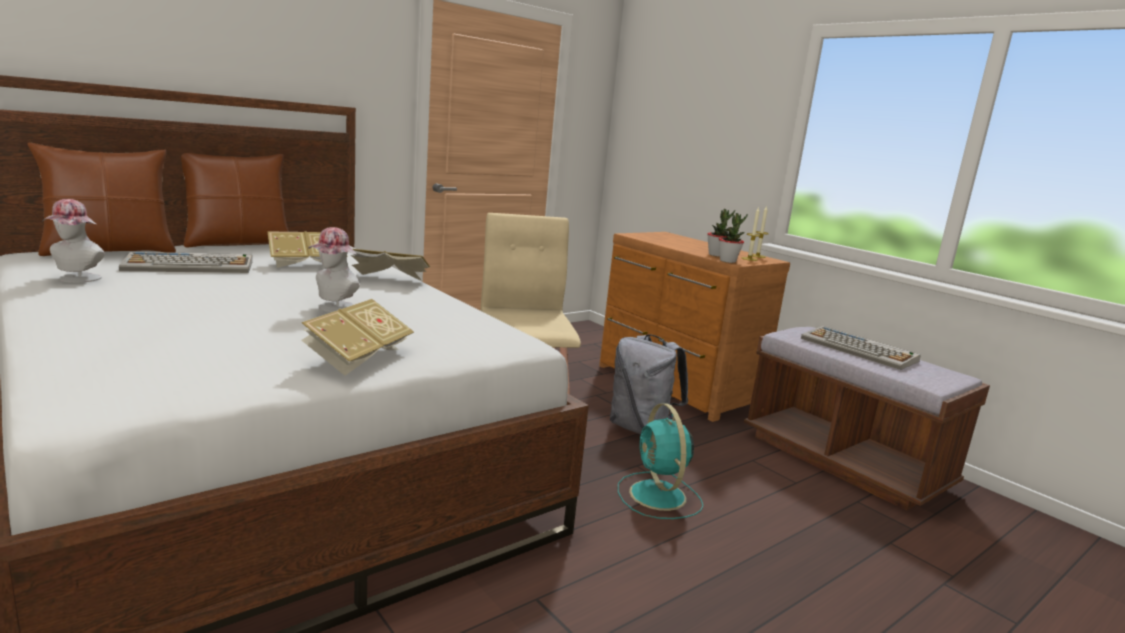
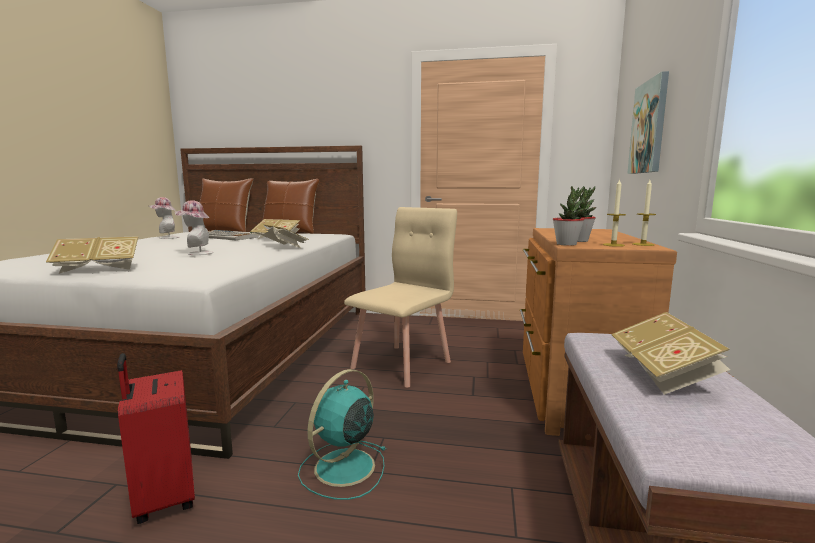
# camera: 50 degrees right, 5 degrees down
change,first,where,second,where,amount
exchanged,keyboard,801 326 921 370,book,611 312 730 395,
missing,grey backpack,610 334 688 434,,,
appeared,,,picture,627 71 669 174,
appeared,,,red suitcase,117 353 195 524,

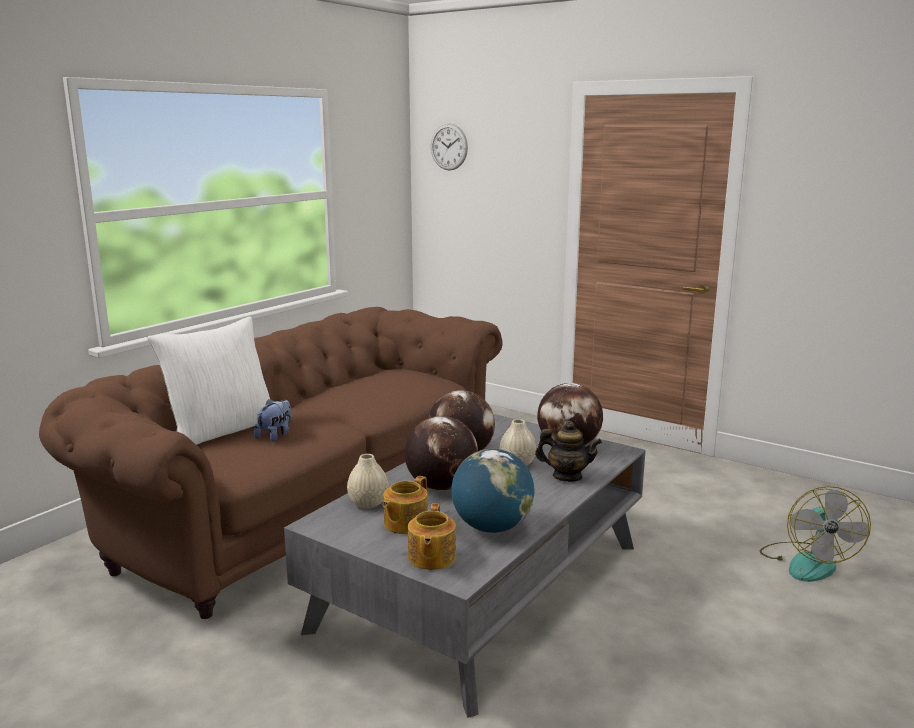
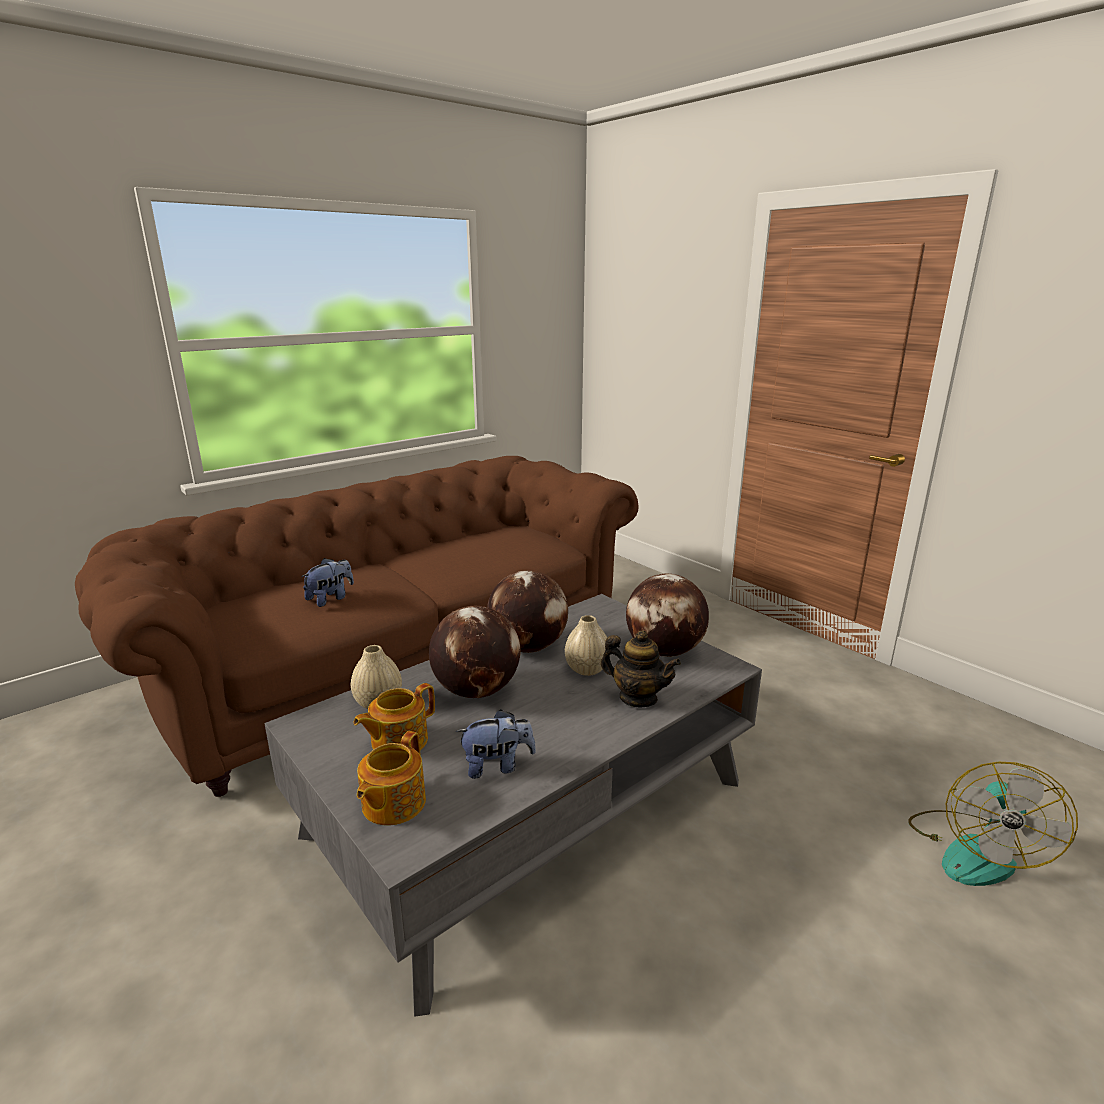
# camera: 15 degrees right, 5 degrees up
change,first,where,second,where,amount
missing,wall clock,431 124 468 170,,,
missing,white pillow,147 316 270 445,,,
exchanged,globe,451 449 534 533,plush toy,456 709 536 779,

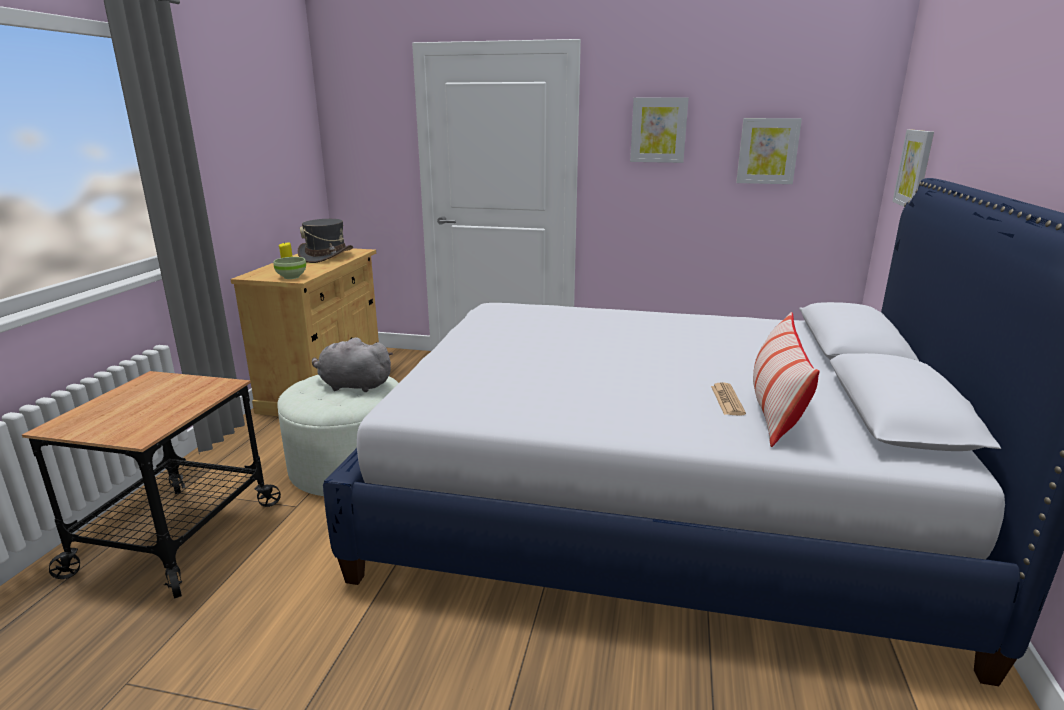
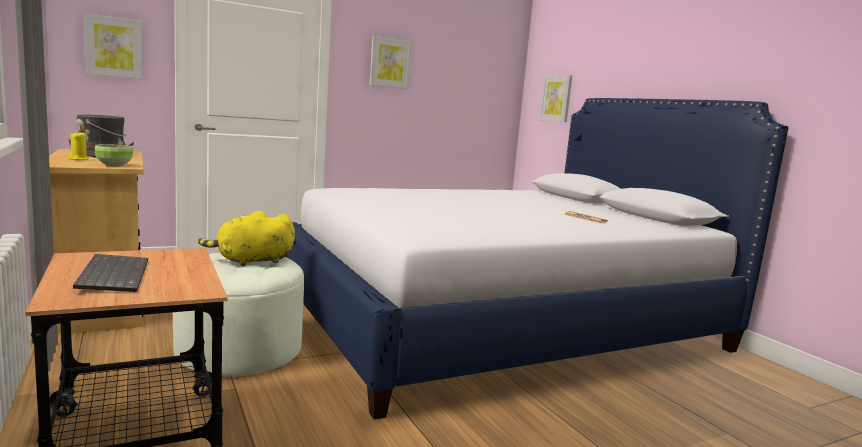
# camera: 40 degrees left, 10 degrees down
change,first,where,second,where,amount
relocated,picture,736 118 802 184,,83 13 143 80,
missing,pillow,753 312 820 447,,,
colour,grey plush toy,312 337 393 392,yellow plush toy,198 211 295 266,
appeared,,,keyboard,73 254 148 292,

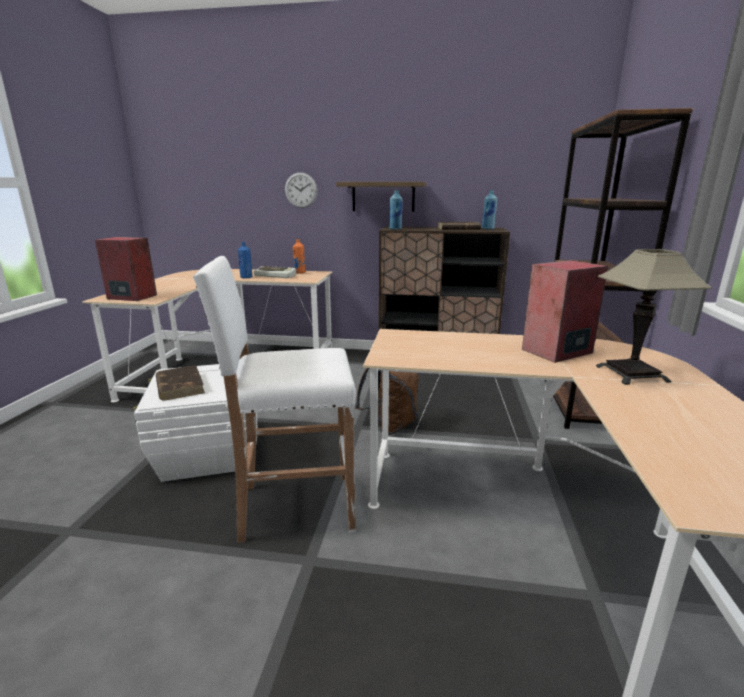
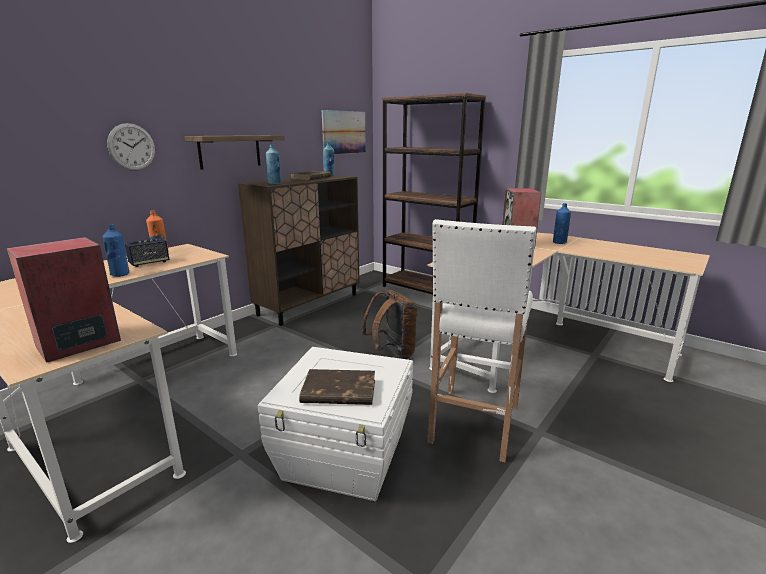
# camera: 60 degrees left, 0 degrees up
change,first,where,second,where,amount
exchanged,table lamp,596 249 712 385,blue bottle,553 203 571 244,
exchanged,keyboard,254 266 296 278,speaker,124 238 169 267,
appeared,,,picture,322 110 366 154,

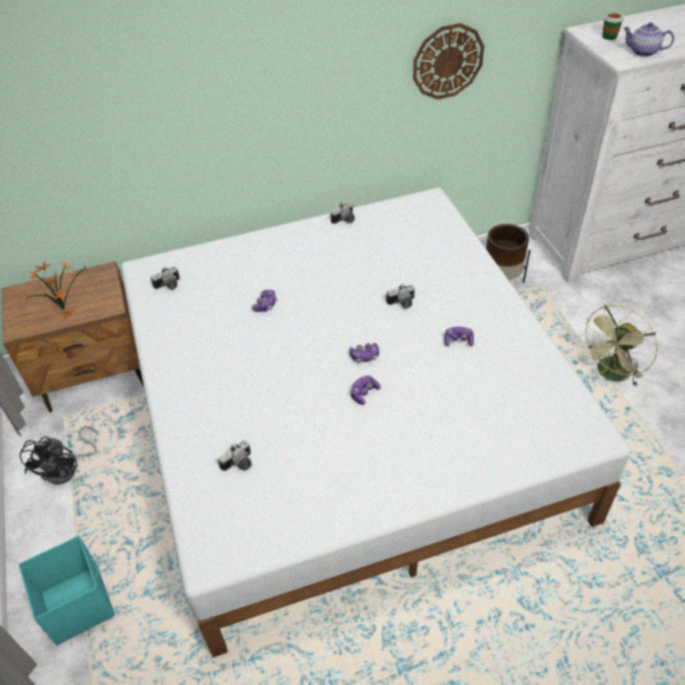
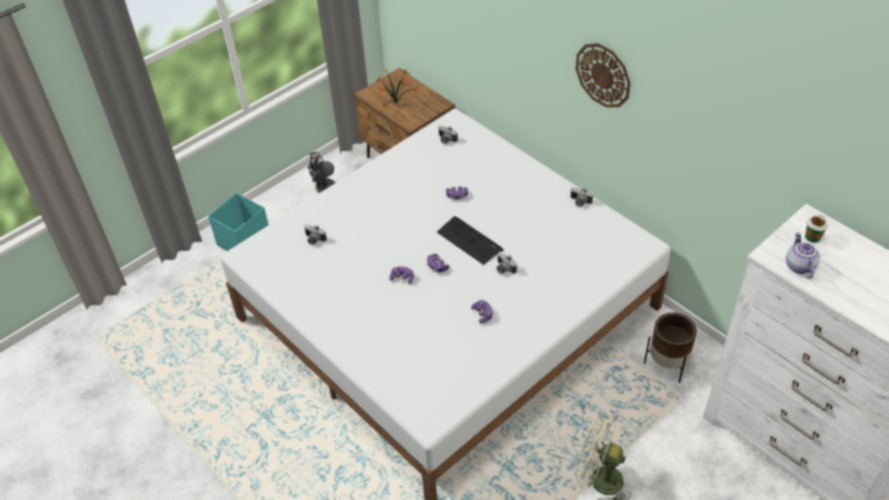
# camera: 65 degrees right, 0 degrees up
change,first,where,second,where,amount
relocated,wall clock,413 23 484 100,,576 43 631 107,
appeared,,,keyboard,437 216 504 265,

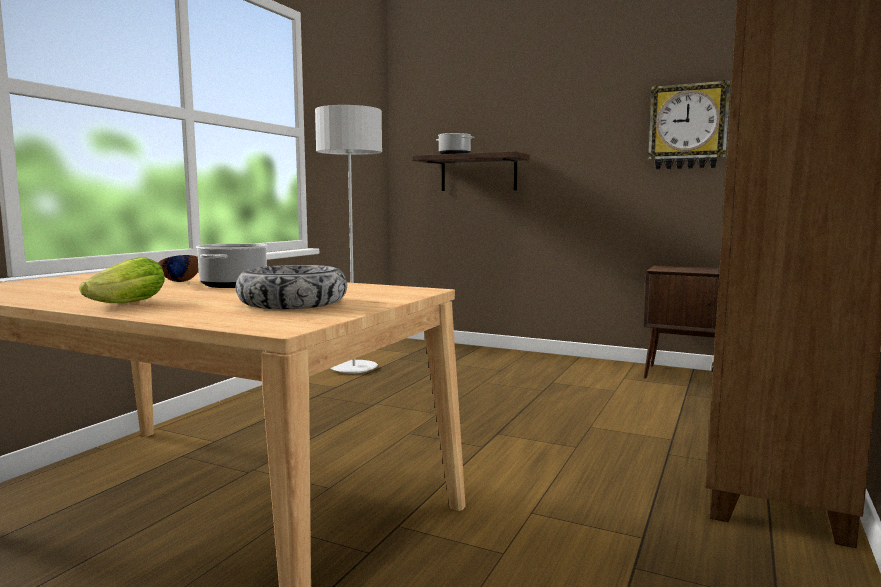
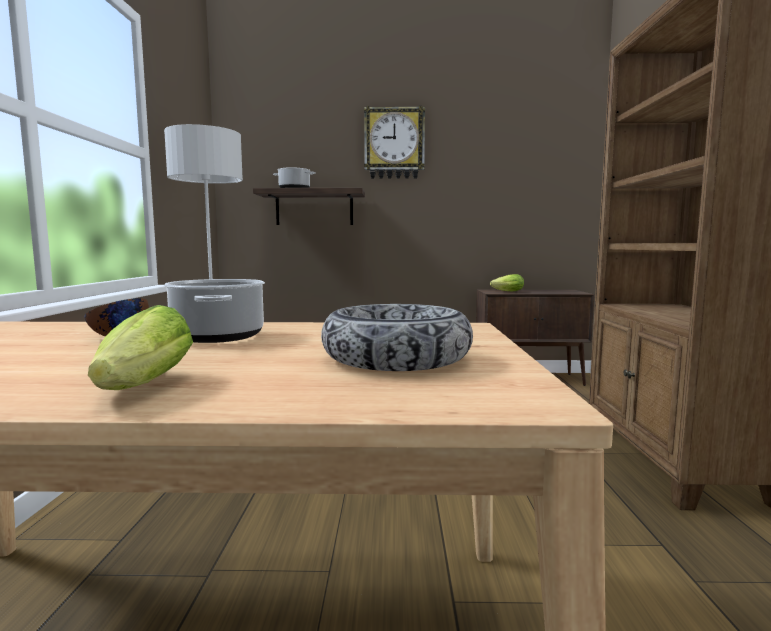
# camera: 25 degrees left, 0 degrees up
change,first,where,second,where,amount
relocated,wall clock,648 80 730 169,,364 106 425 179,
appeared,,,lettuce,490 274 524 291,

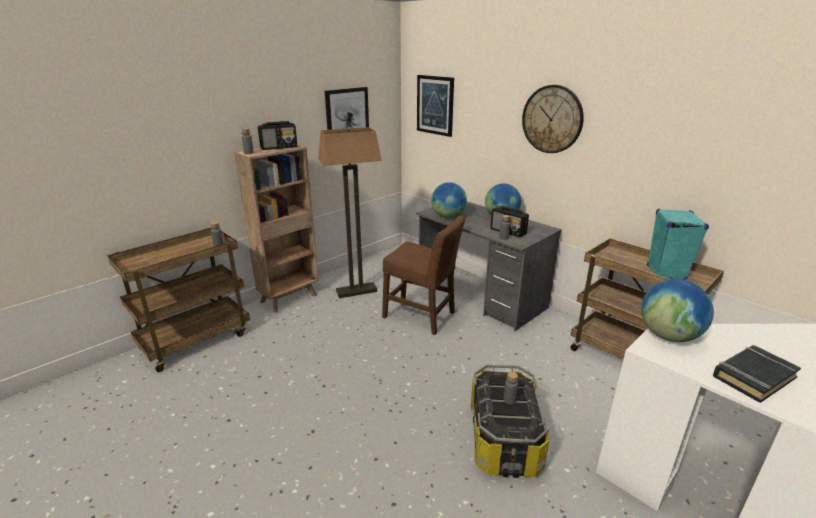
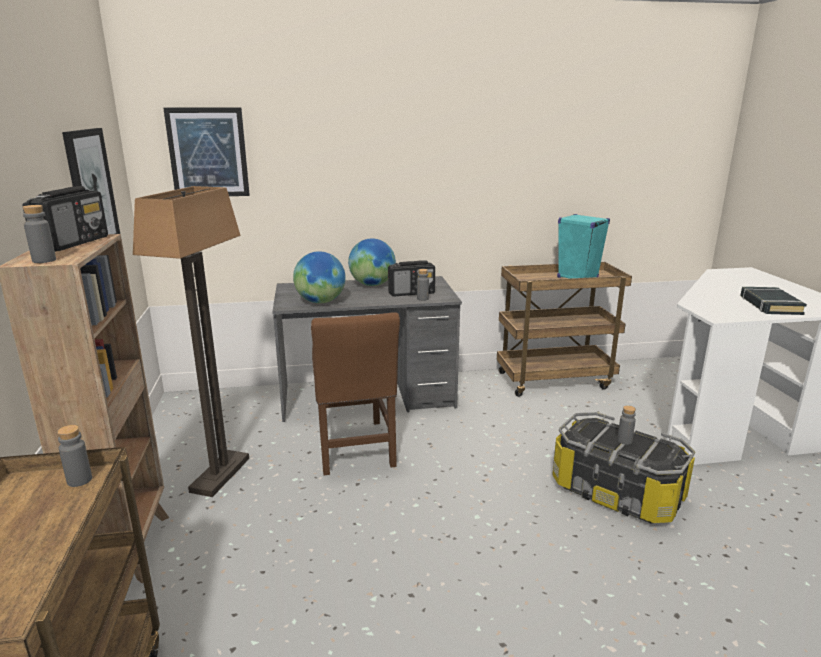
# camera: 55 degrees left, 5 degrees down
change,first,where,second,where,amount
missing,wall clock,522 85 584 153,,,
spun,brown chair,382 216 465 335,,311 312 400 475,105 degrees clockwise
missing,globe,641 279 714 342,,,

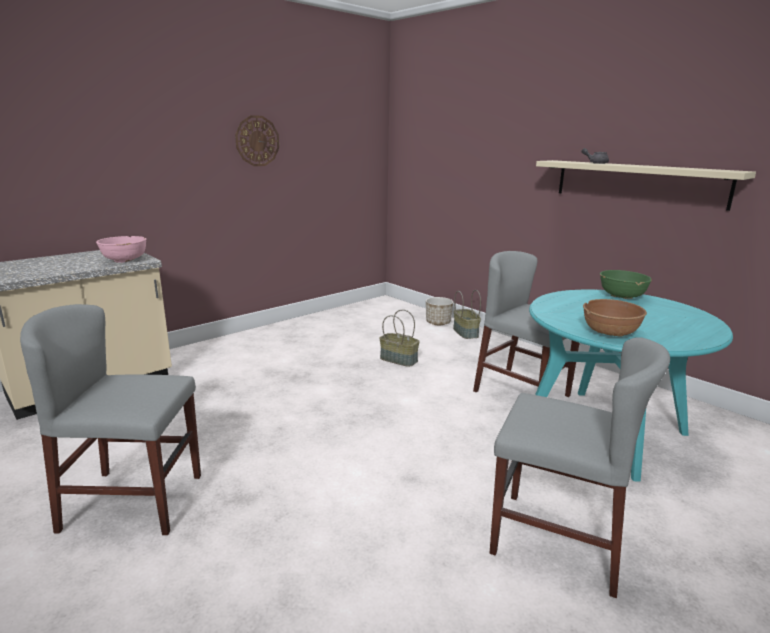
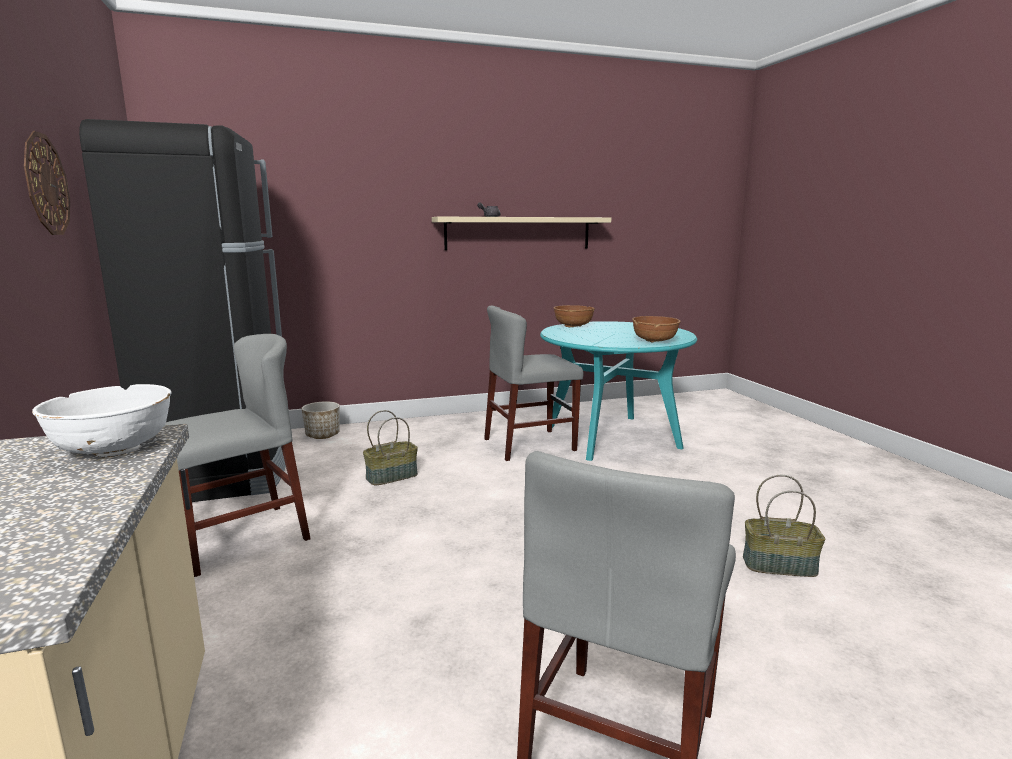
# camera: 65 degrees left, 5 degrees down
change,first,where,second,where,amount
colour,pink bowl,96 236 146 263,white bowl,32 384 172 457,
colour,green bowl,600 270 652 299,brown bowl,554 305 595 327,
relocated,basket,453 290 481 339,,743 475 825 577,
relocated,grey chair,490 337 670 598,,164 334 311 577,
appeared,,,black fridge,79 119 286 502,

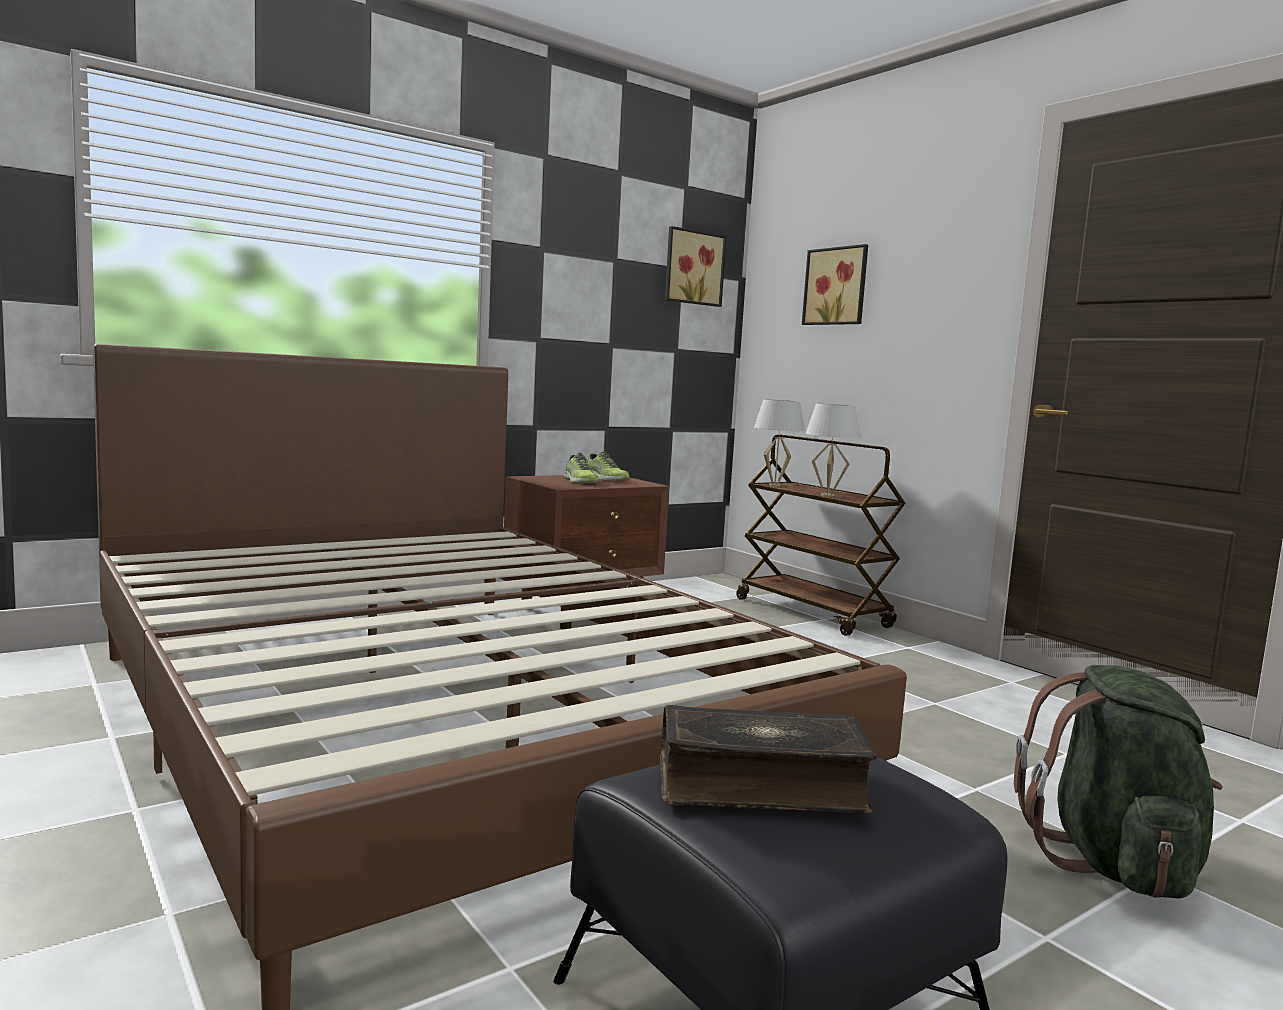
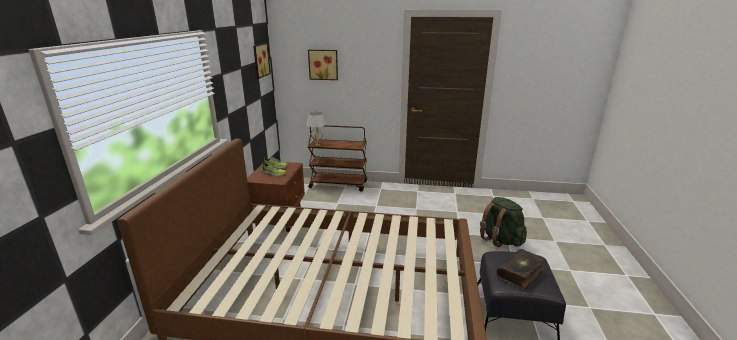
# camera: 45 degrees left, 15 degrees up
change,first,where,second,where,amount
missing,white table lamp,805 403 861 497,,,

